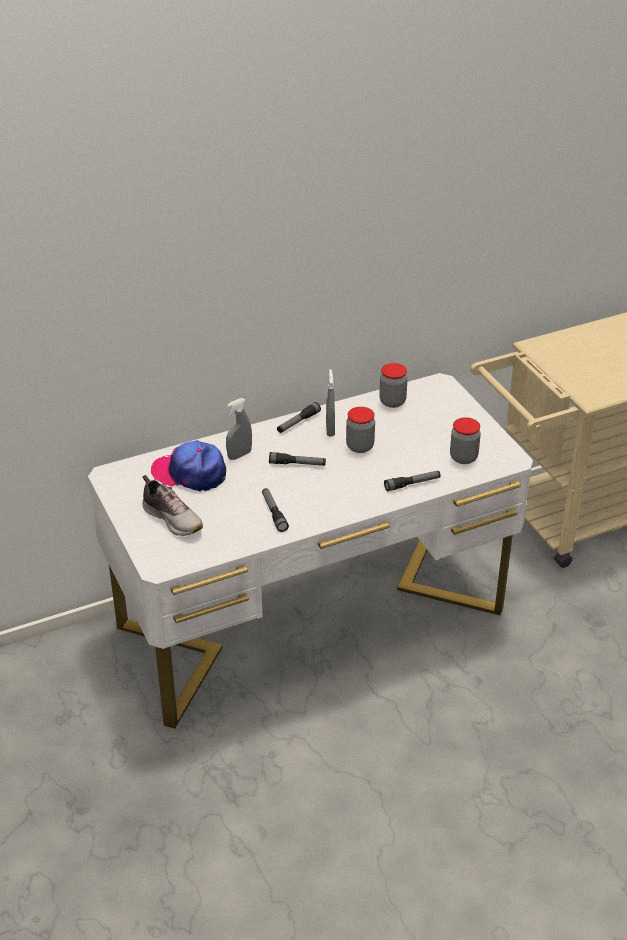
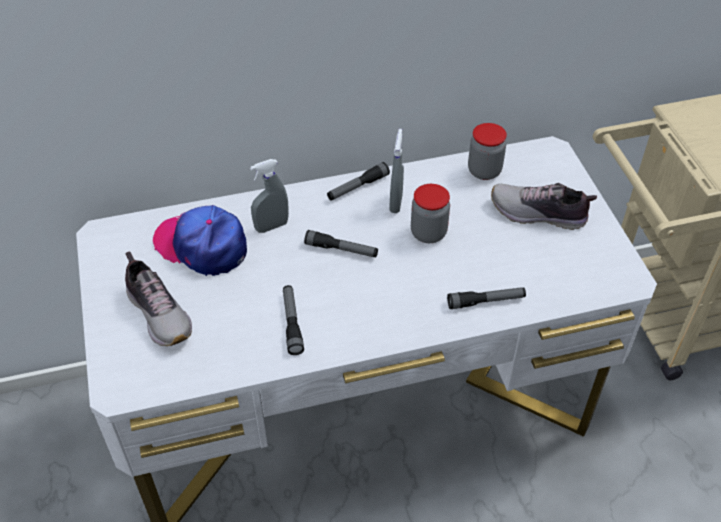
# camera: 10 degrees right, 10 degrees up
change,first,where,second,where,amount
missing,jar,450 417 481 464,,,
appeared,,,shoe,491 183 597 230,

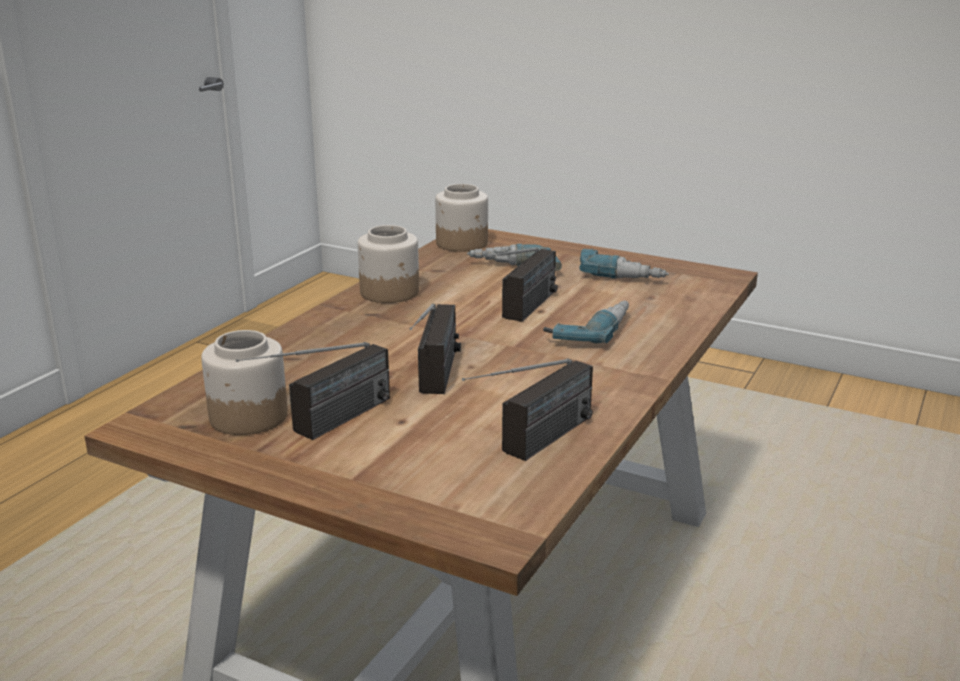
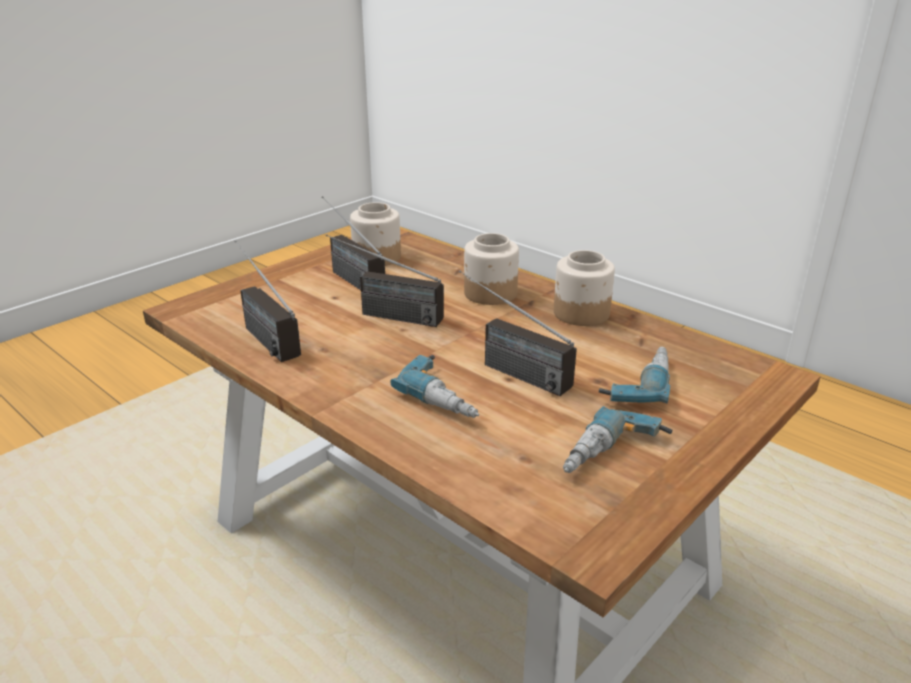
# camera: 105 degrees right, 5 degrees up
change,first,where,second,where,amount
relocated,jar,435 184 488 252,,464 233 519 305,

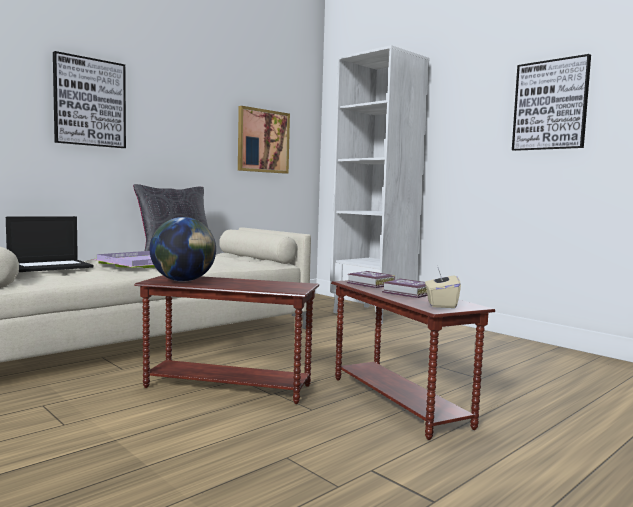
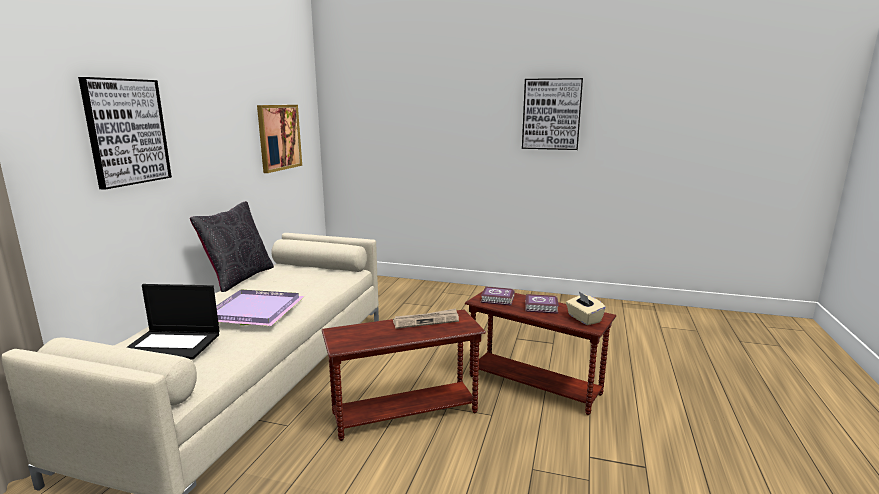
# camera: 30 degrees left, 10 degrees up
change,first,where,second,where,amount
missing,white bookcase,330 45 429 324,,,
spun,laptop,6 216 94 272,,126 284 220 360,75 degrees clockwise
missing,globe,150 217 216 282,,,
appeared,,,newspaper,393 308 459 329,

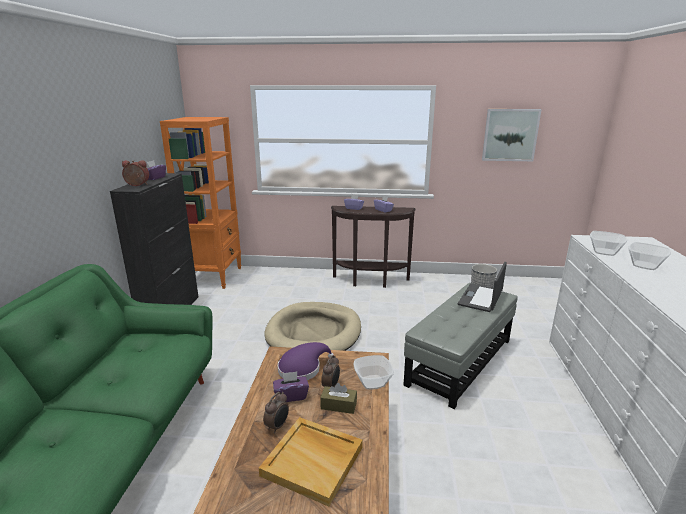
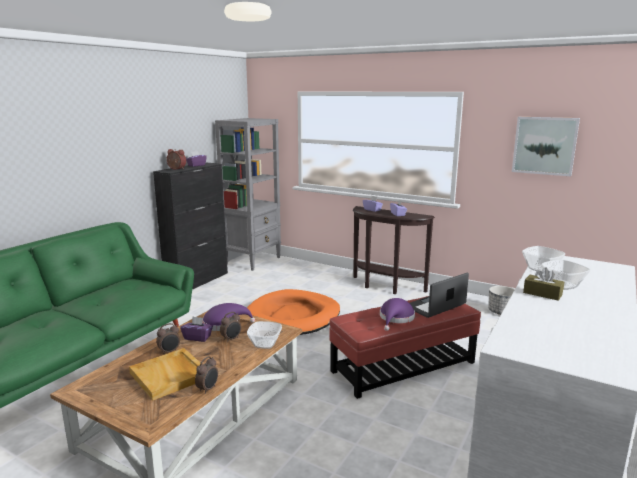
# camera: 25 degrees right, 5 degrees down
change,first,where,second,where,amount
colour,orange bookcase,160 117 241 289,grey bookcase,215 118 281 271,
colour,grey ottoman,403 283 518 409,red ottoman,329 296 481 399,
colour,beige dog bed,264 302 361 351,orange dog bed,247 289 340 335,
relocated,brown tissue box,320 383 357 414,,523 267 564 300,
appeared,,,purple hat,380 298 415 331,
appeared,,,alarm clock,195 356 218 394,

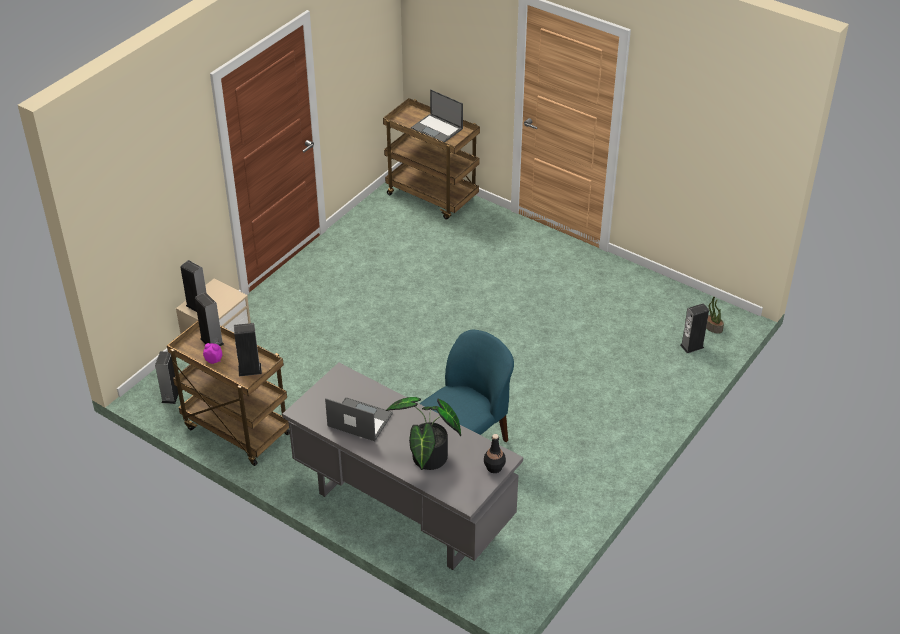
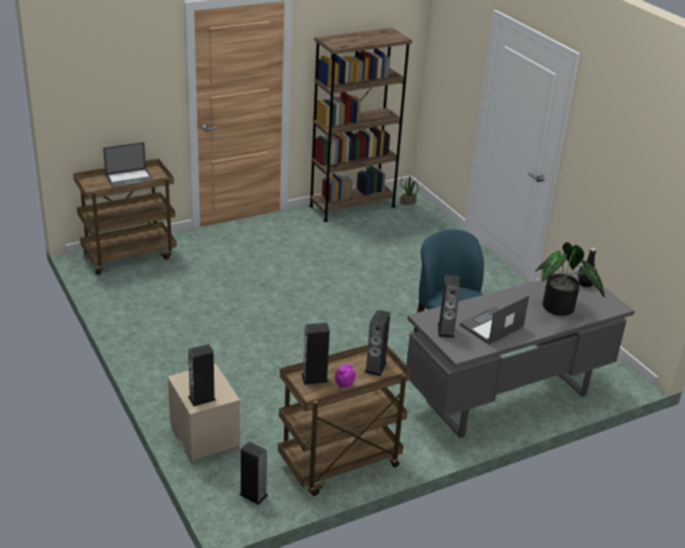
# camera: 65 degrees left, 10 degrees down
change,first,where,second,where,amount
relocated,speaker,680 303 709 353,,438 275 460 338,
appeared,,,brown bookcase,309 28 412 222,

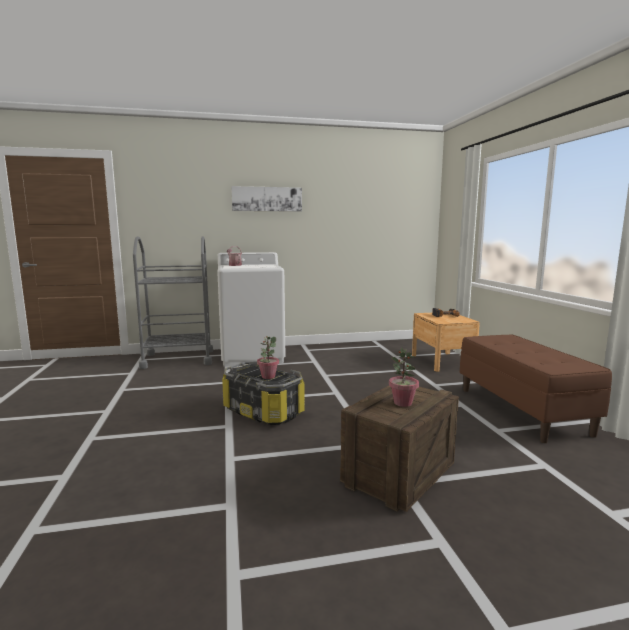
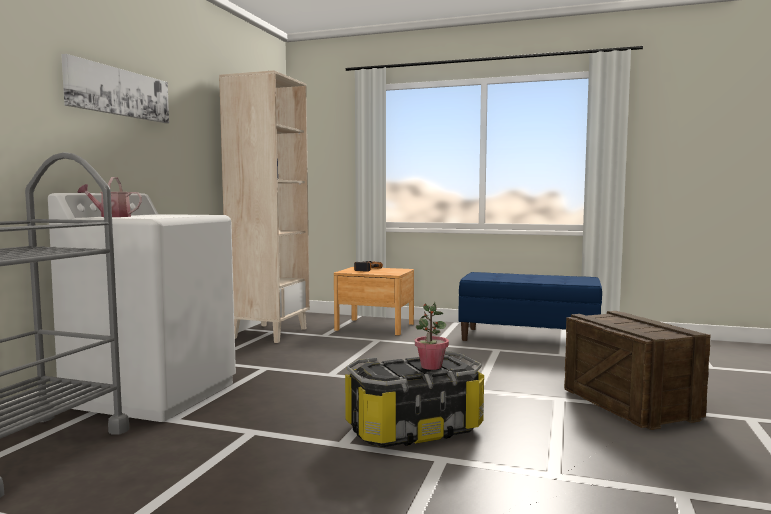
# camera: 60 degrees left, 5 degrees down
change,first,where,second,where,amount
colour,brown bench,460 334 612 443,blue bench,459 272 602 341,
missing,potted plant,389 348 419 407,,,
appeared,,,beige bookcase,219 71 310 343,

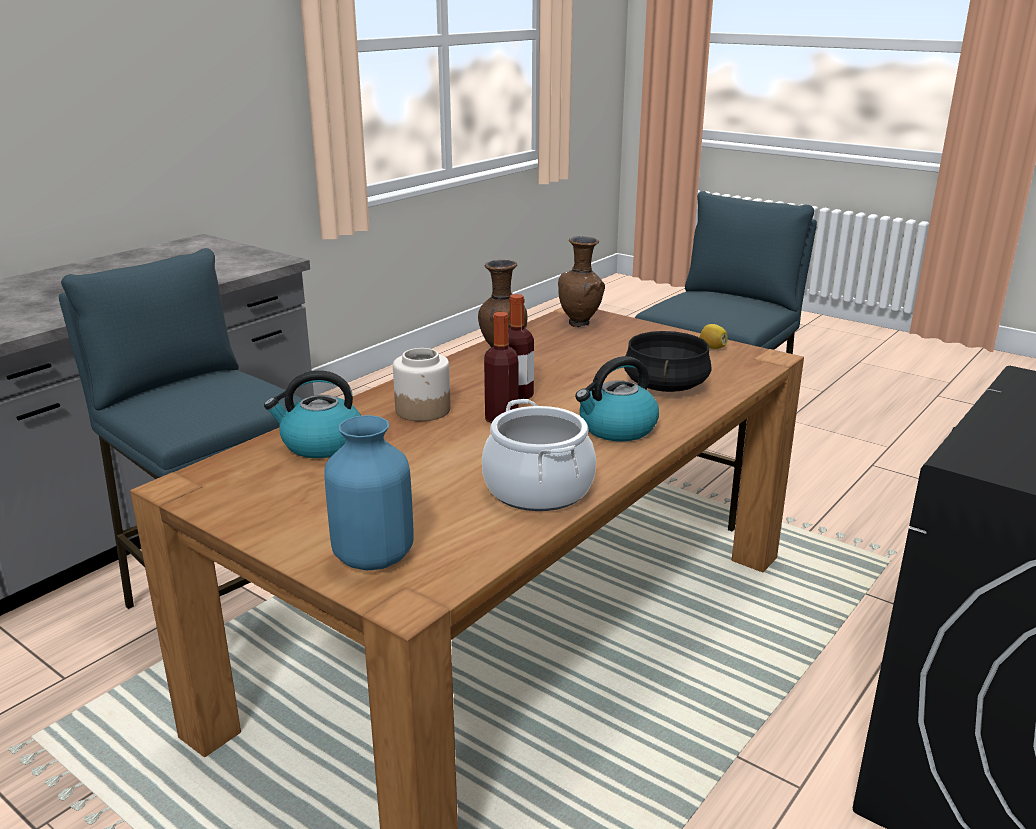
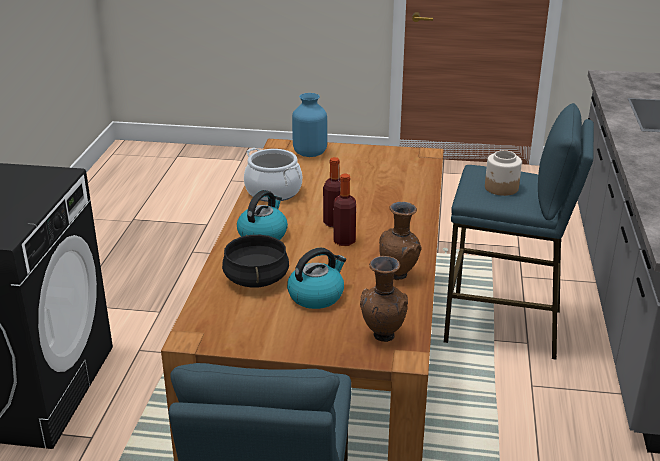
# camera: 150 degrees right, 5 degrees up
change,first,where,second,where,amount
missing,lemon,699 324 728 349,,,
relocated,jar,393 348 451 421,,485 150 522 196,
relocated,kettle,264 370 361 458,,287 247 346 309,

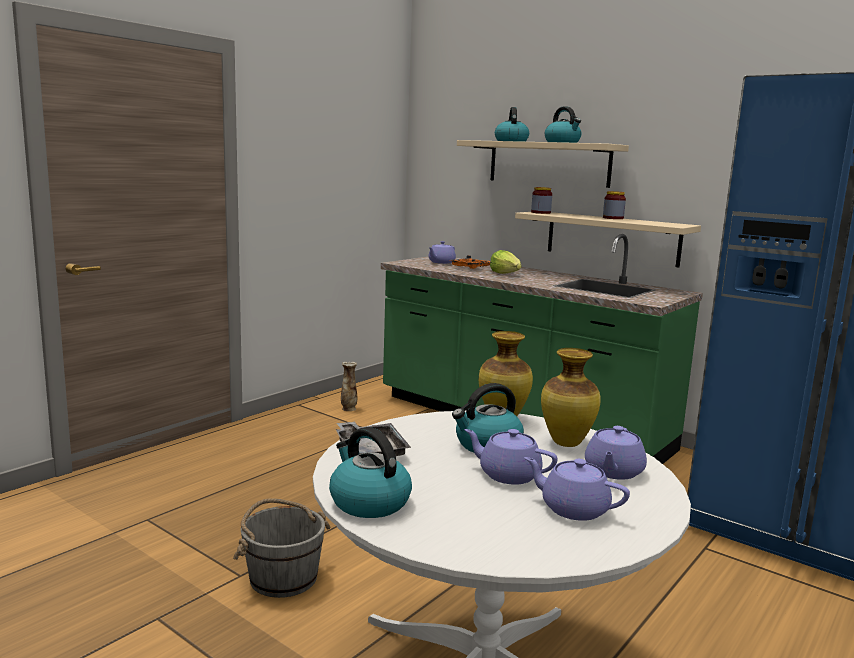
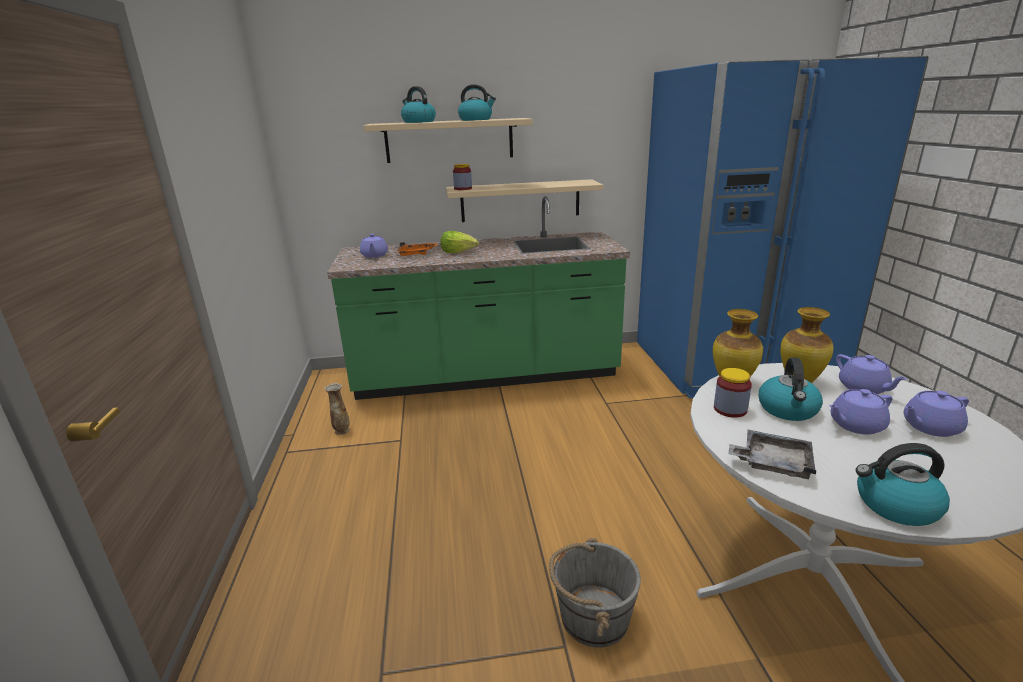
# camera: 45 degrees left, 10 degrees up
change,first,where,second,where,amount
relocated,jar,603 191 626 219,,714 368 752 418,

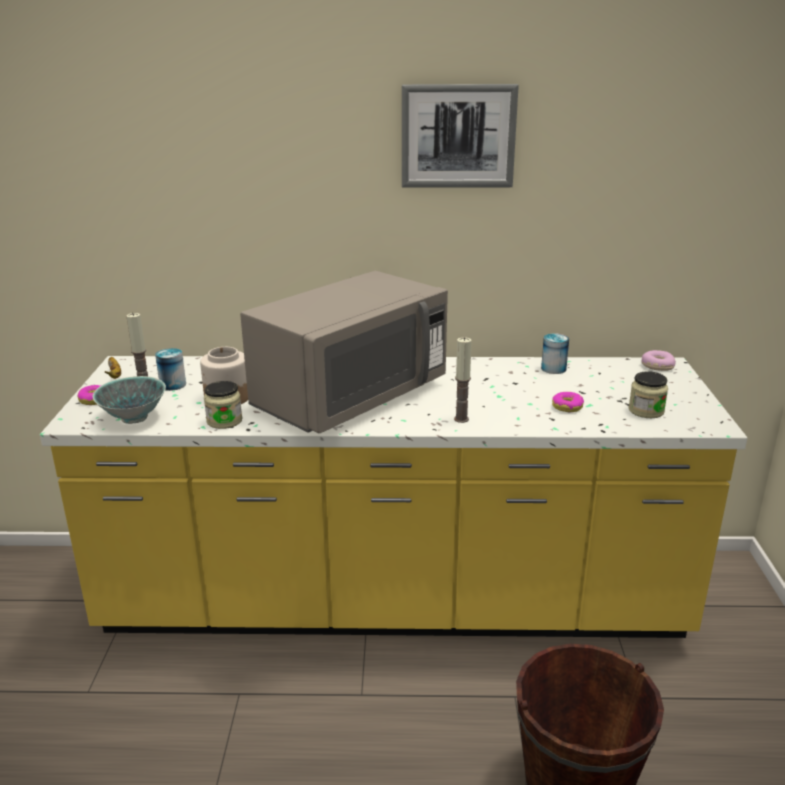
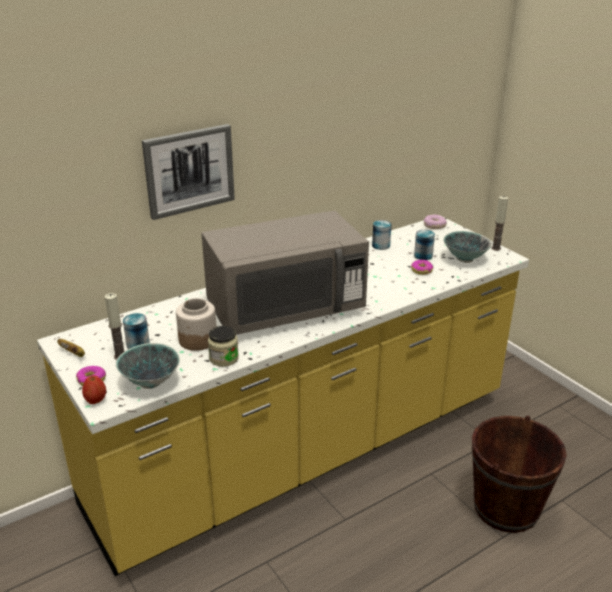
# camera: 35 degrees left, 5 degrees up
change,first,where,second,where,amount
relocated,picture,402 84 519 188,,142 124 235 220,
spun,grey microwave,240 271 448 433,,202 211 369 335,60 degrees clockwise
relocated,candle,454 337 472 423,,491 196 508 251,
exchanged,jar,628 371 668 418,bowl,443 231 492 263,
appeared,,,can,414 230 435 260,
appeared,,,apple,82 375 106 404,

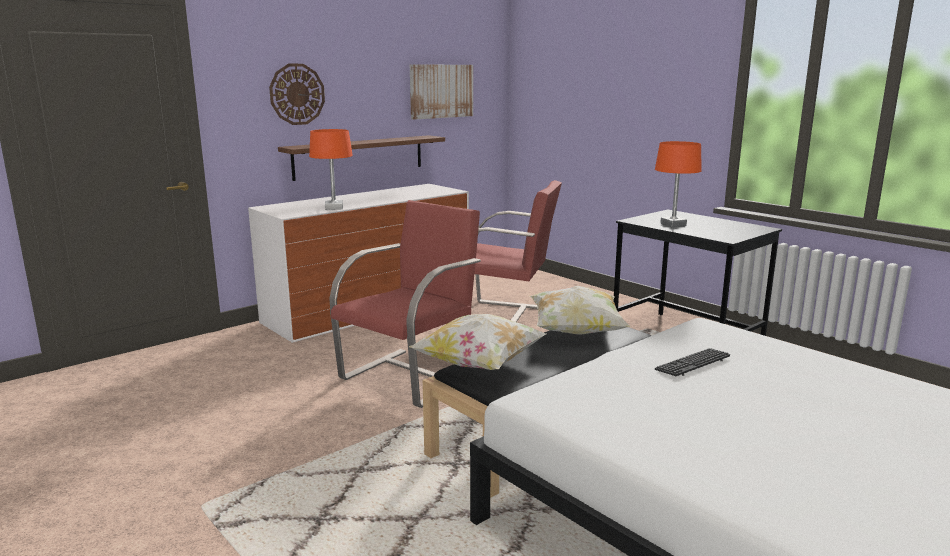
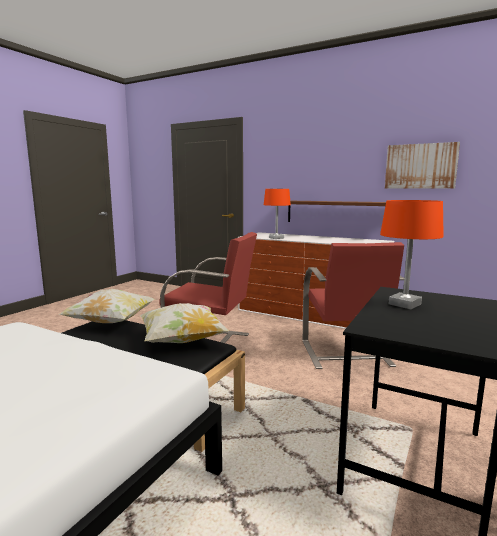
# camera: 70 degrees right, 5 degrees down
change,first,where,second,where,amount
missing,wall clock,269 64 325 125,,,
missing,keyboard,655 348 731 376,,,

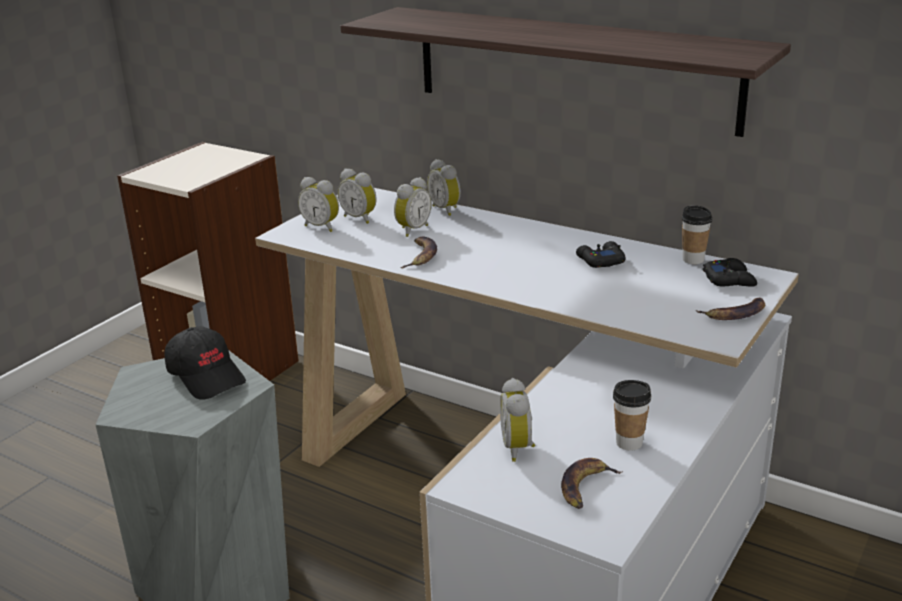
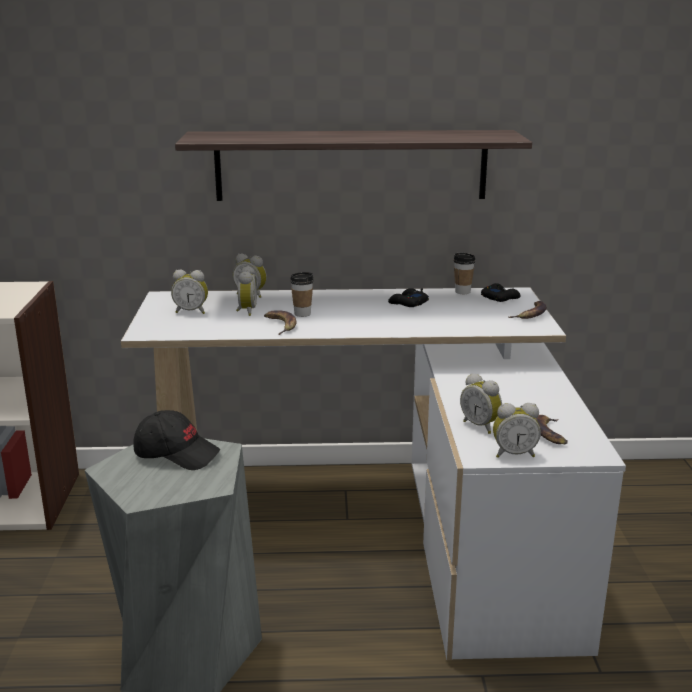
# camera: 35 degrees left, 5 degrees down
change,first,where,second,where,amount
relocated,alarm clock,298 177 339 232,,493 403 541 458,
relocated,cup,613 380 651 451,,290 272 314 317,

